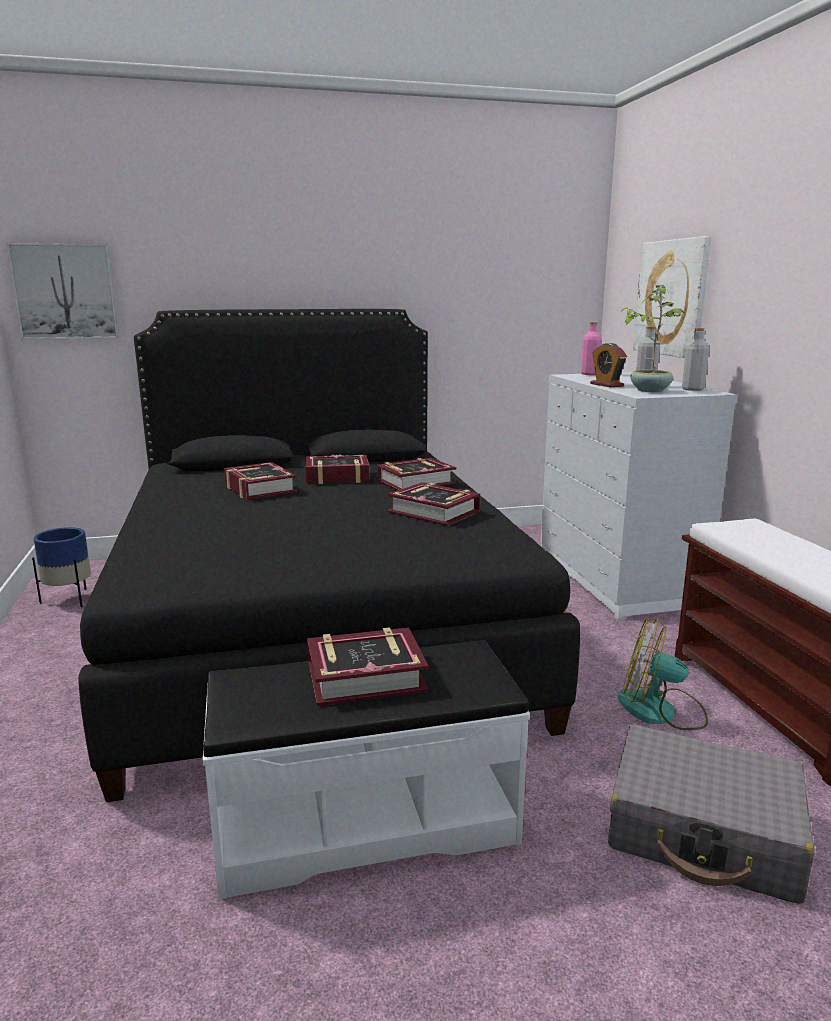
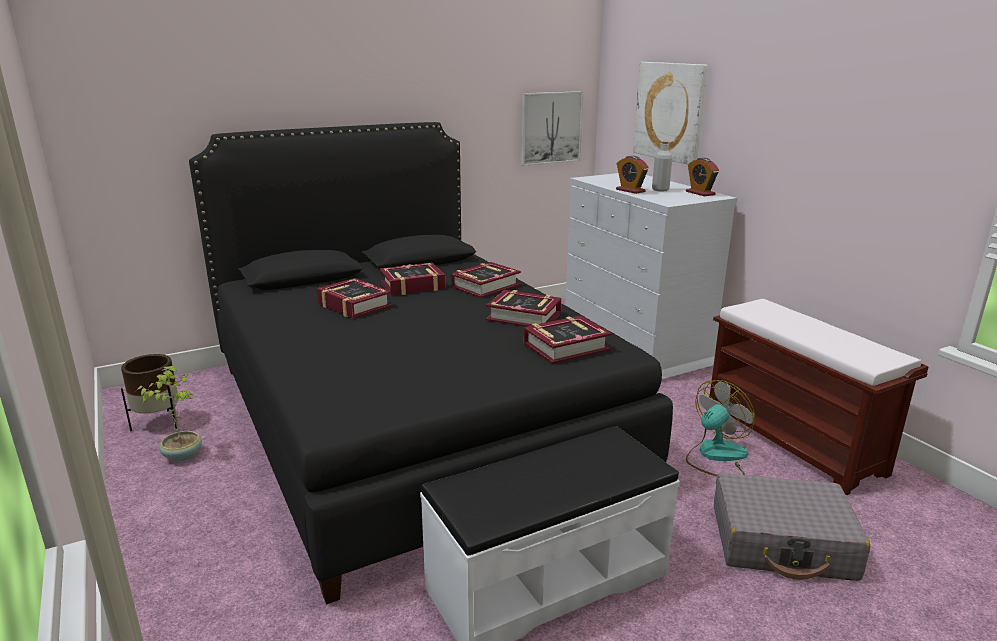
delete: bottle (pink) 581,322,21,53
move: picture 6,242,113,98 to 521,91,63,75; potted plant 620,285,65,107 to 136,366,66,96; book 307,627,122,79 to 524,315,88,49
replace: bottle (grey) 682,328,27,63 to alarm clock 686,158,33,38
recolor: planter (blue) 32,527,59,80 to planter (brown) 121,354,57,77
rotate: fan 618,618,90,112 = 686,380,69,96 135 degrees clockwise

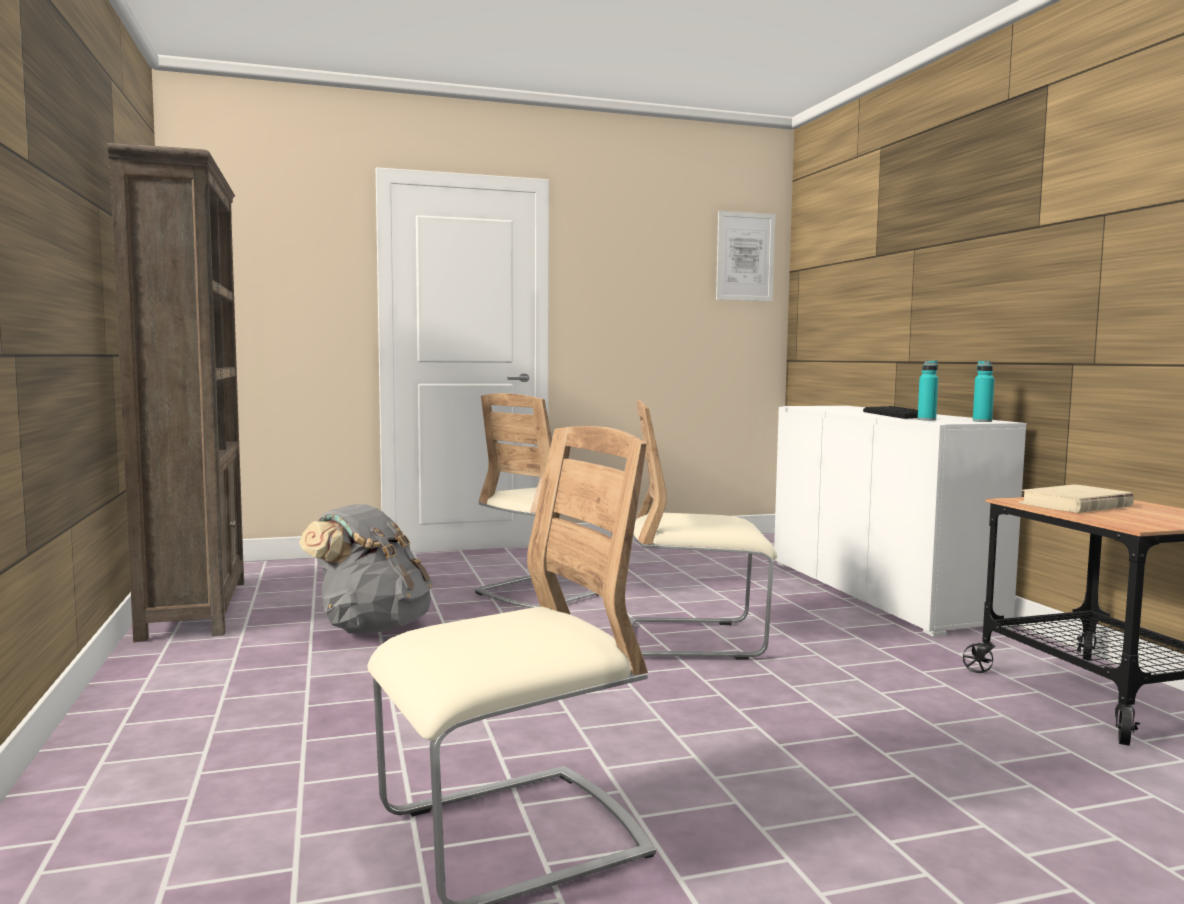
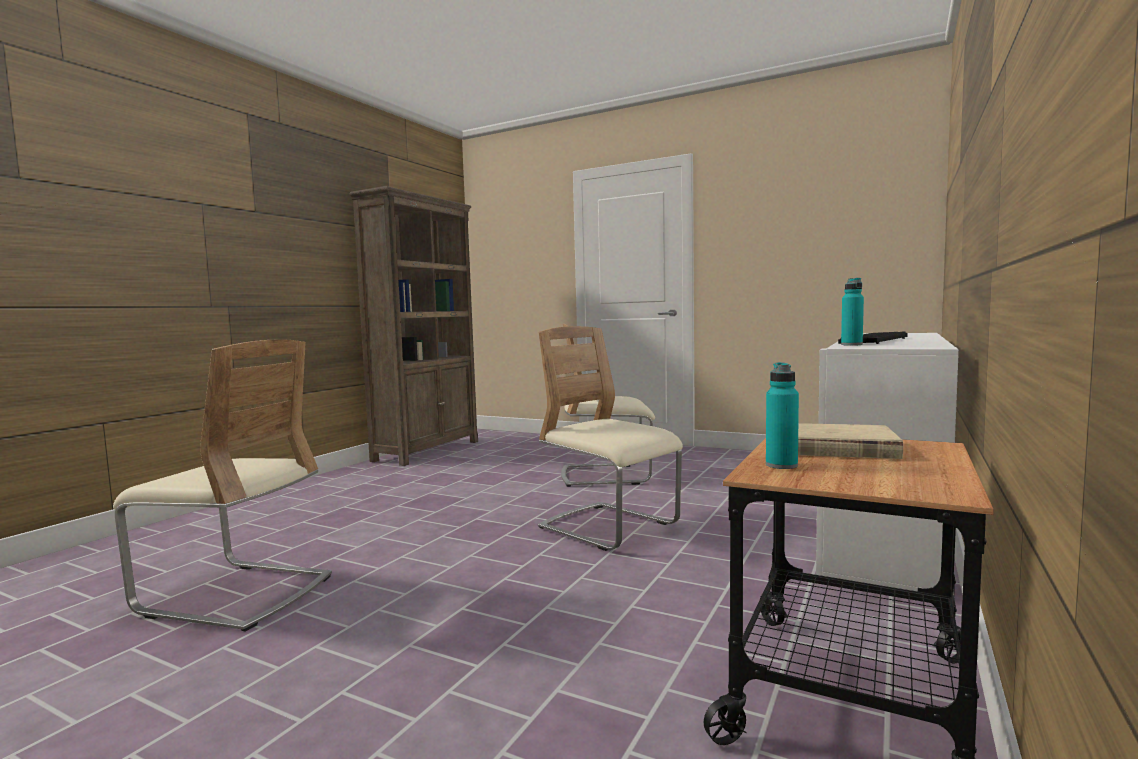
delete: picture 716,211,59,90; backpack (grey) 299,504,134,130
move: bottle (turquoise) 973,361,22,61 to 766,362,33,107

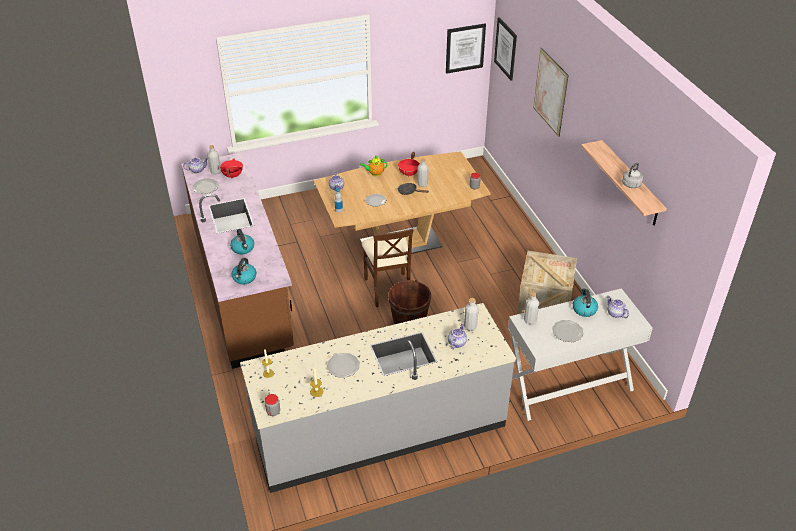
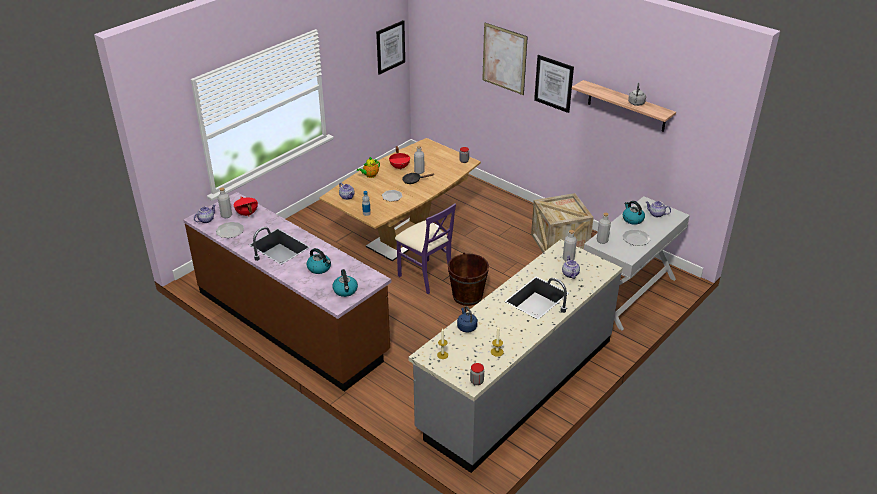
delete: plate 327,353,33,25
insert: kettle (blue) 457,306,20,26
move: picture 494,17,23,63 to 534,55,40,58
recolor: chair (beige) 362,229,51,78 to chair (purple) 395,204,61,90

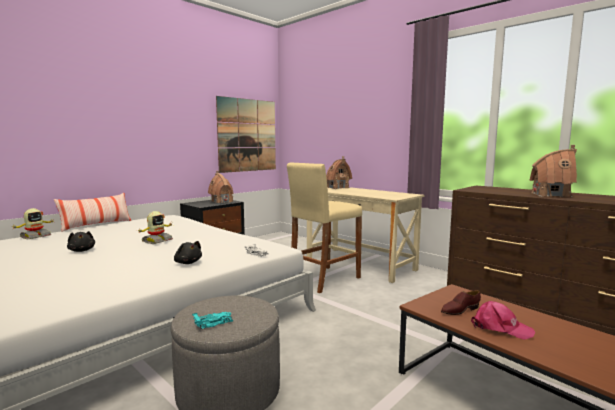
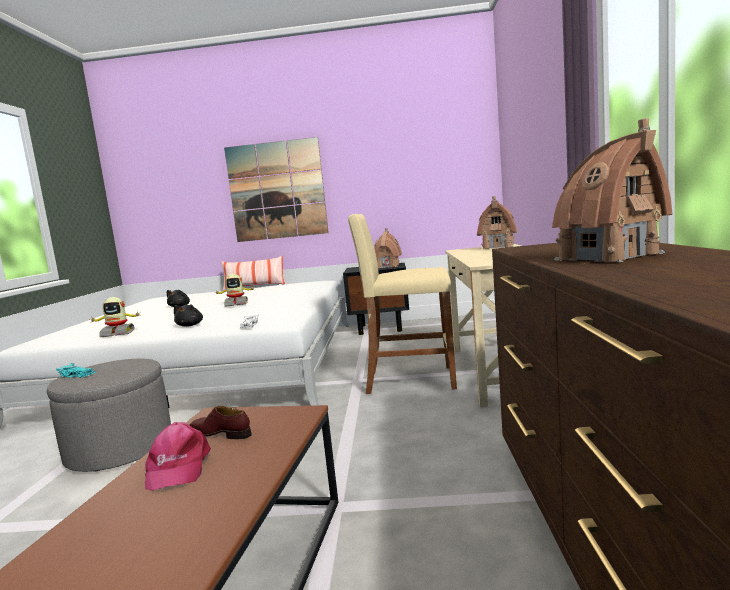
move: picture 216,96,60,77 to 224,137,105,105; toy robot 12,208,41,32 to 90,297,50,40

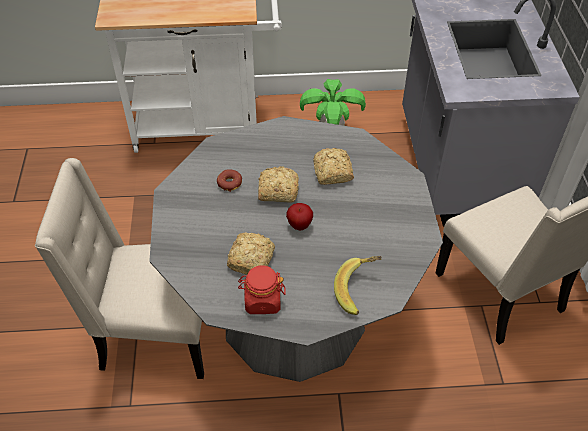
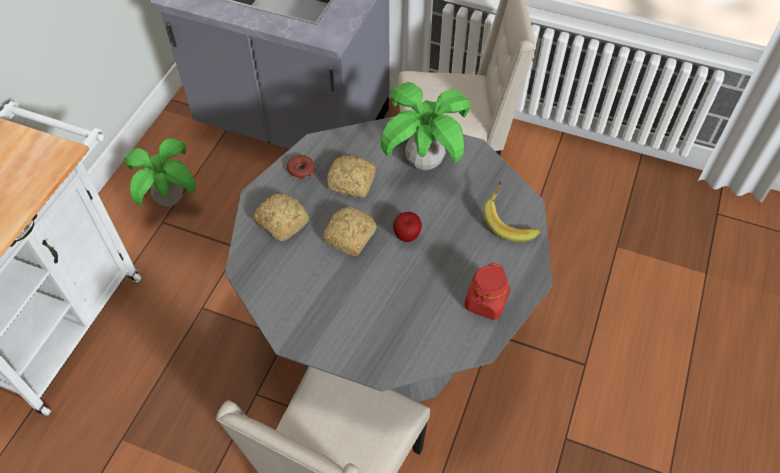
insert: potted plant 381,82,90,88
move: donut 217,169,25,23 to 287,155,28,24; bread 227,232,48,43 to 252,193,57,48

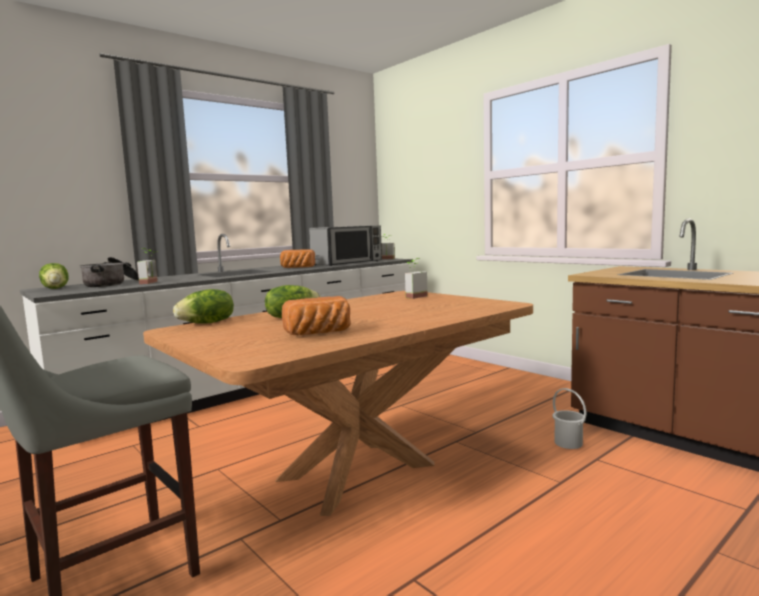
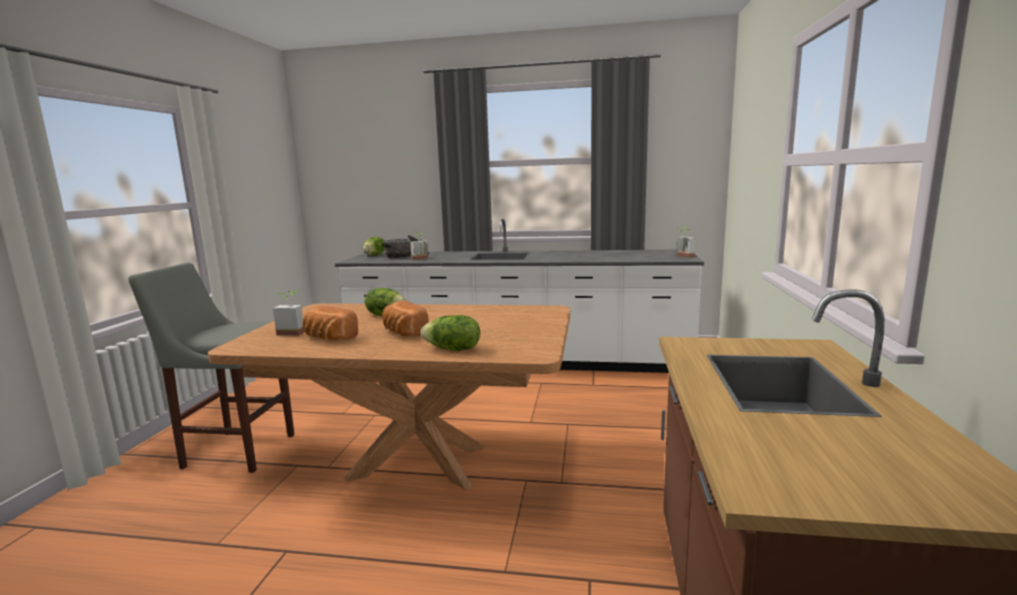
delete: microwave 309,225,73,41; bucket (white) 552,388,35,61
move: bread 280,249,35,19 to 382,301,47,35; potted plant 405,258,23,41 to 273,290,32,46; lettuce 173,289,61,35 to 421,315,59,36

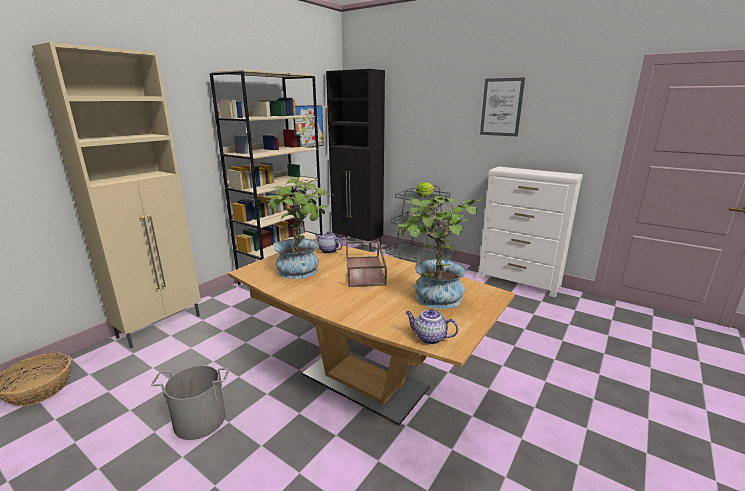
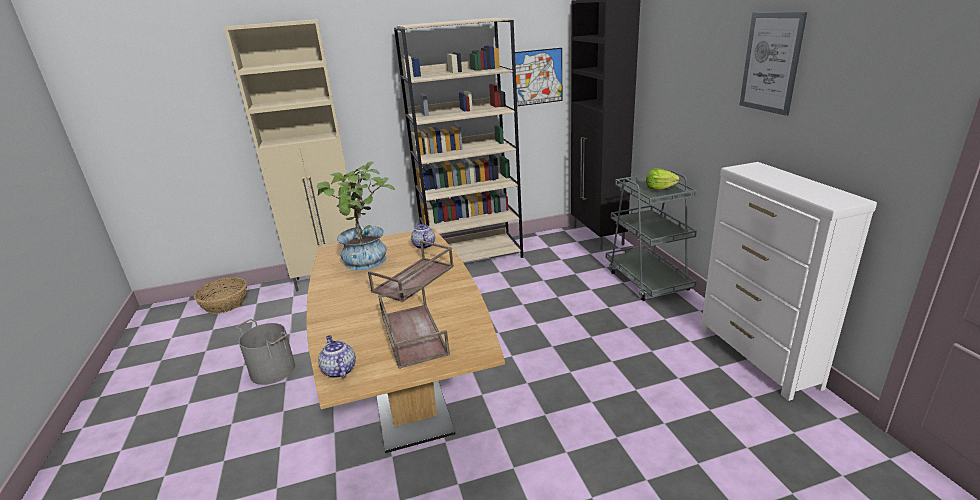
replace: potted plant 398,196,86,113 to tray (brown) 378,285,72,84

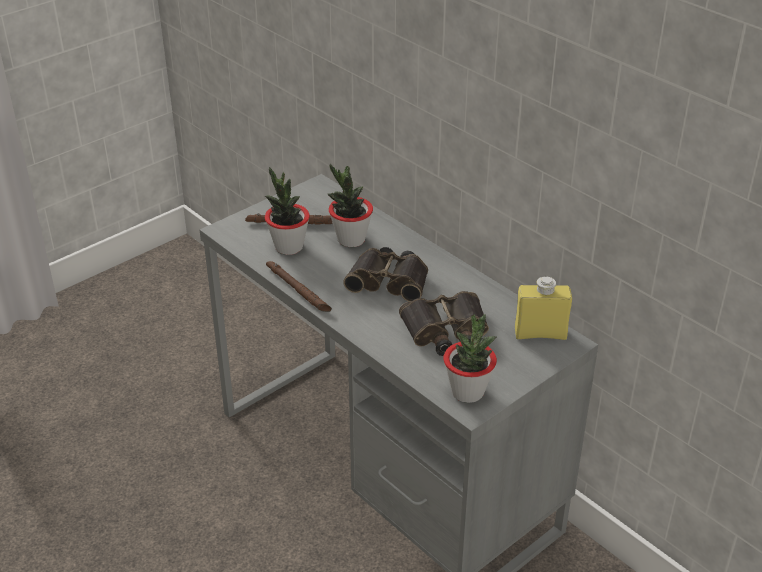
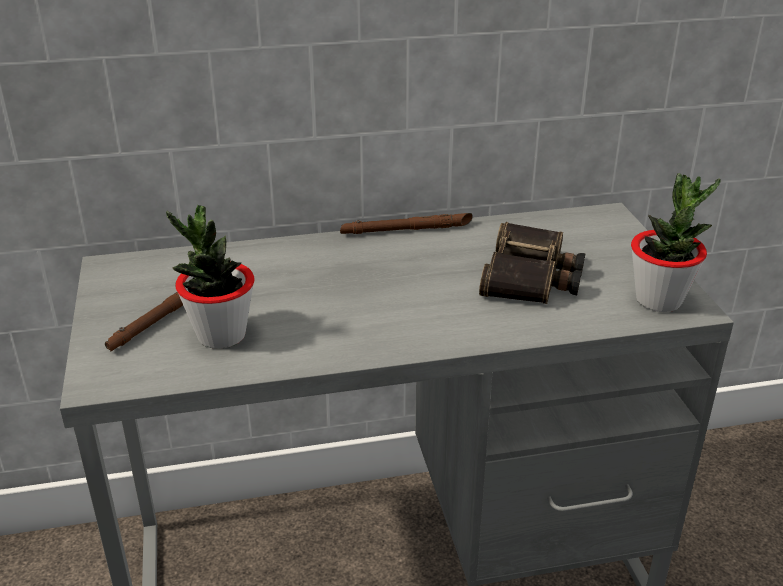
delete: potted plant 328,164,45,83; binoculars 344,247,84,54; bottle (yellow) 515,276,57,64
move: flashlight (brown) 266,261,66,51 to 340,213,133,21

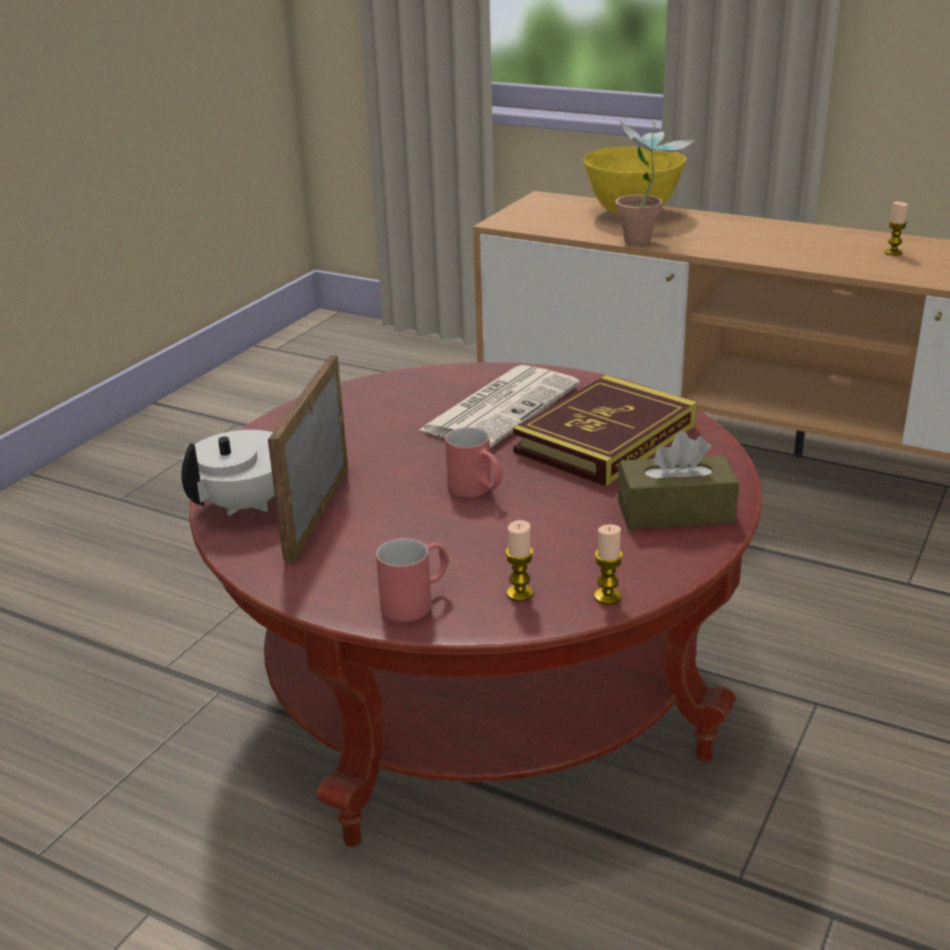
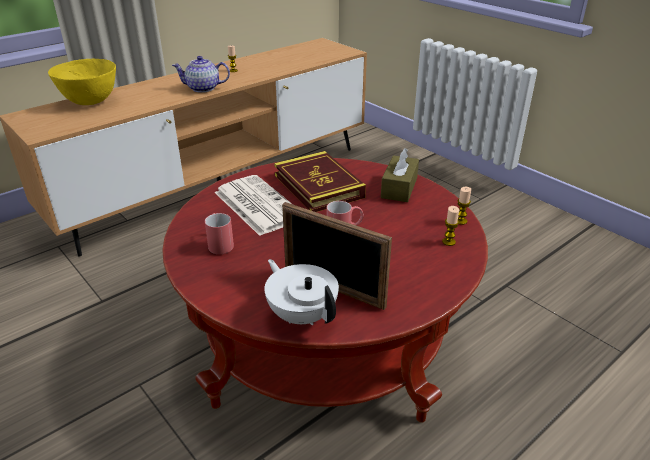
delete: potted plant 615,120,80,125
insert: teapot 172,56,58,37
move: mug (red) 376,538,73,84 to 205,213,29,41

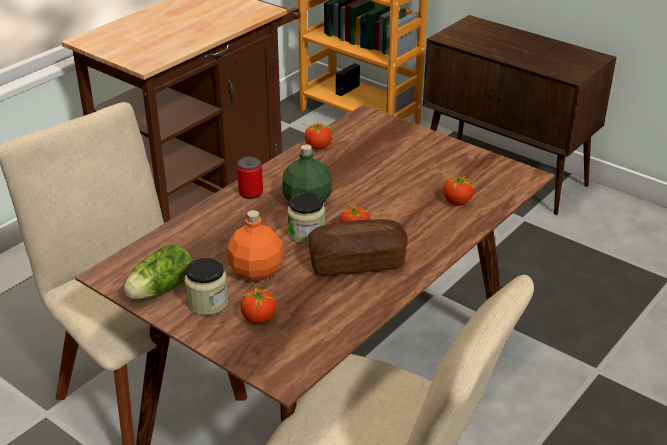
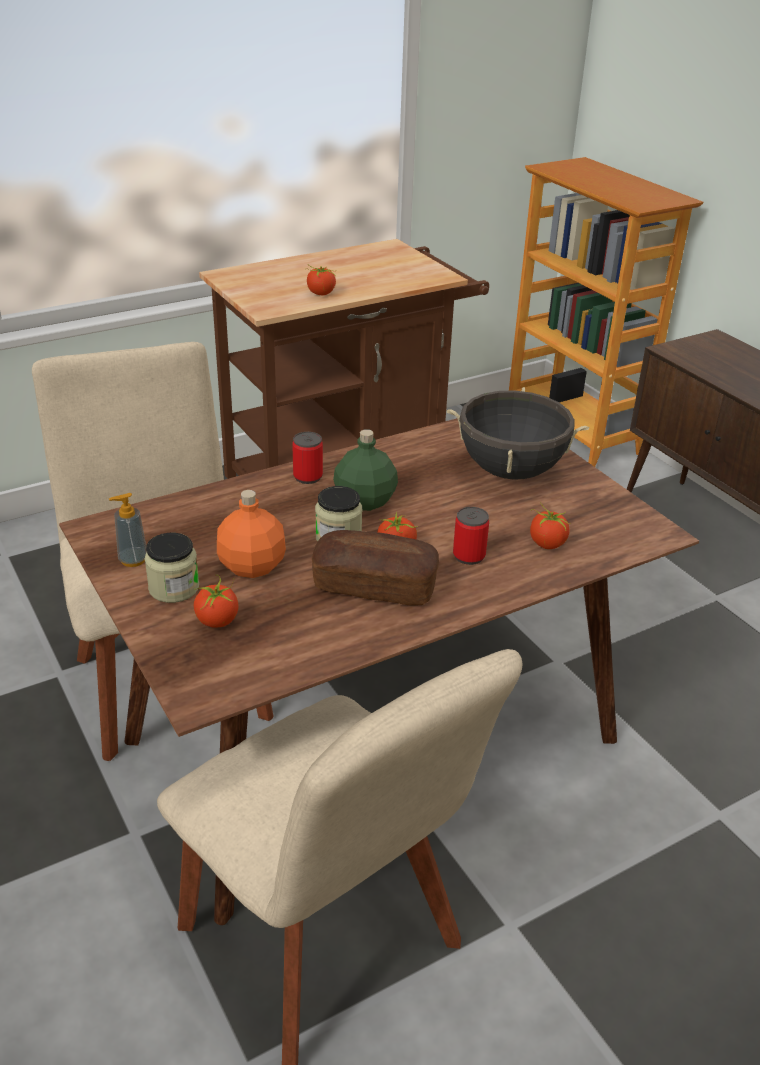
insert: cooking pot (black) 447,387,142,93; can 453,507,36,58
move: tomato 303,122,29,28 to 306,265,30,30
replace: lettuce 124,245,69,54 to soap dispenser 109,493,38,74

